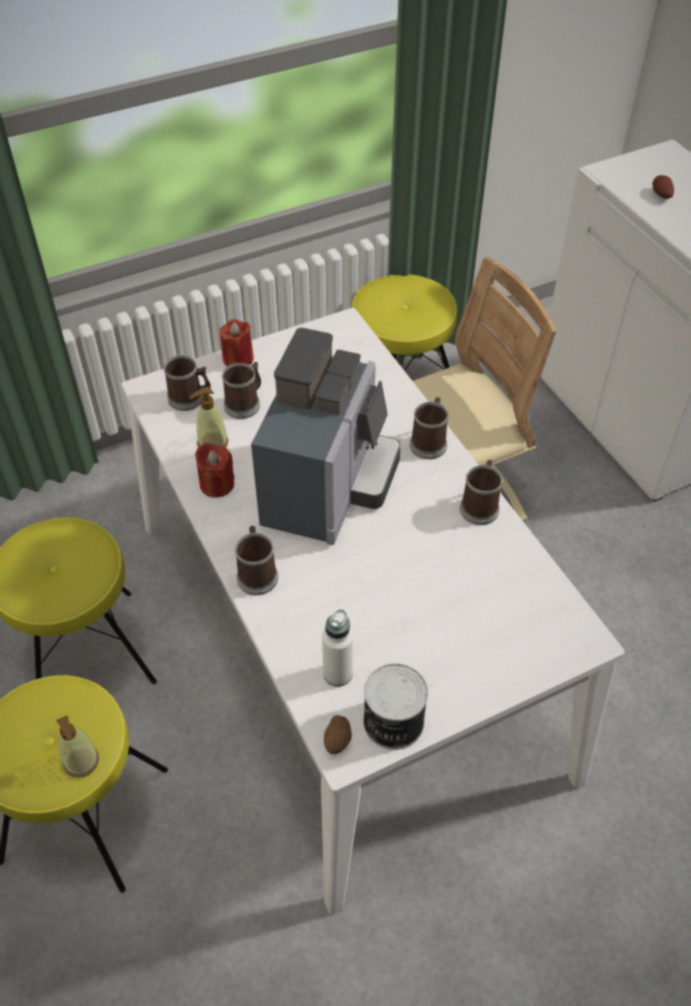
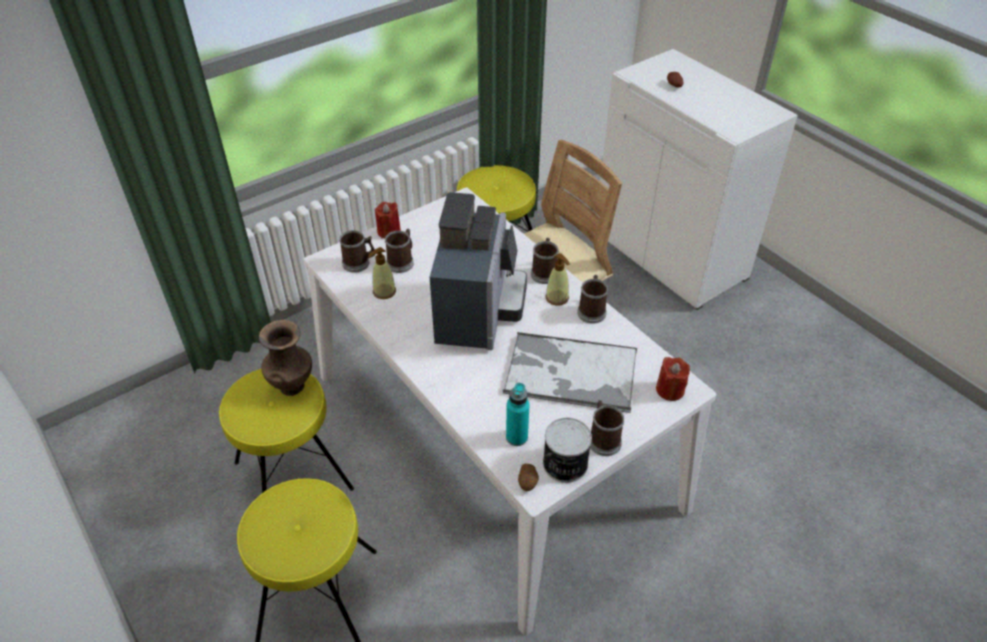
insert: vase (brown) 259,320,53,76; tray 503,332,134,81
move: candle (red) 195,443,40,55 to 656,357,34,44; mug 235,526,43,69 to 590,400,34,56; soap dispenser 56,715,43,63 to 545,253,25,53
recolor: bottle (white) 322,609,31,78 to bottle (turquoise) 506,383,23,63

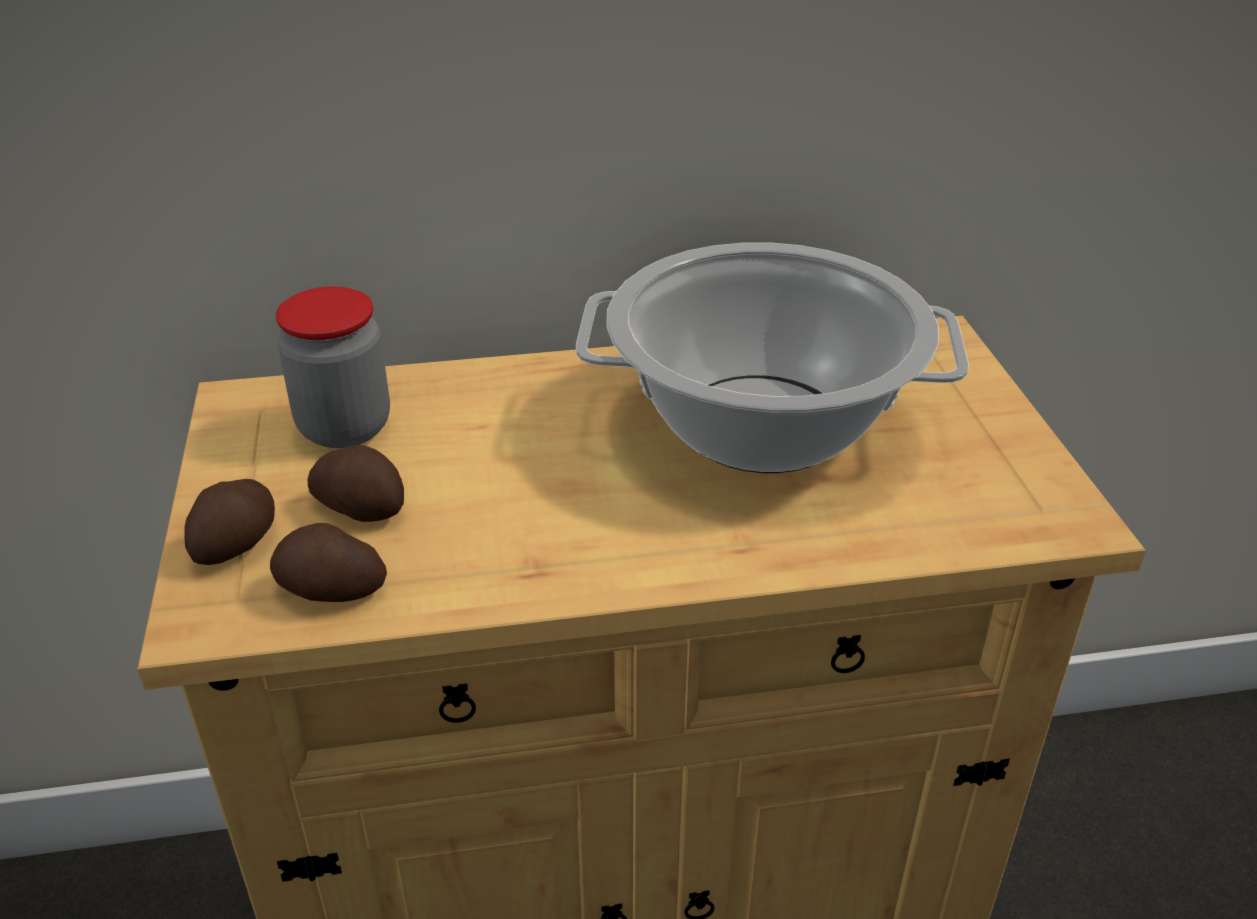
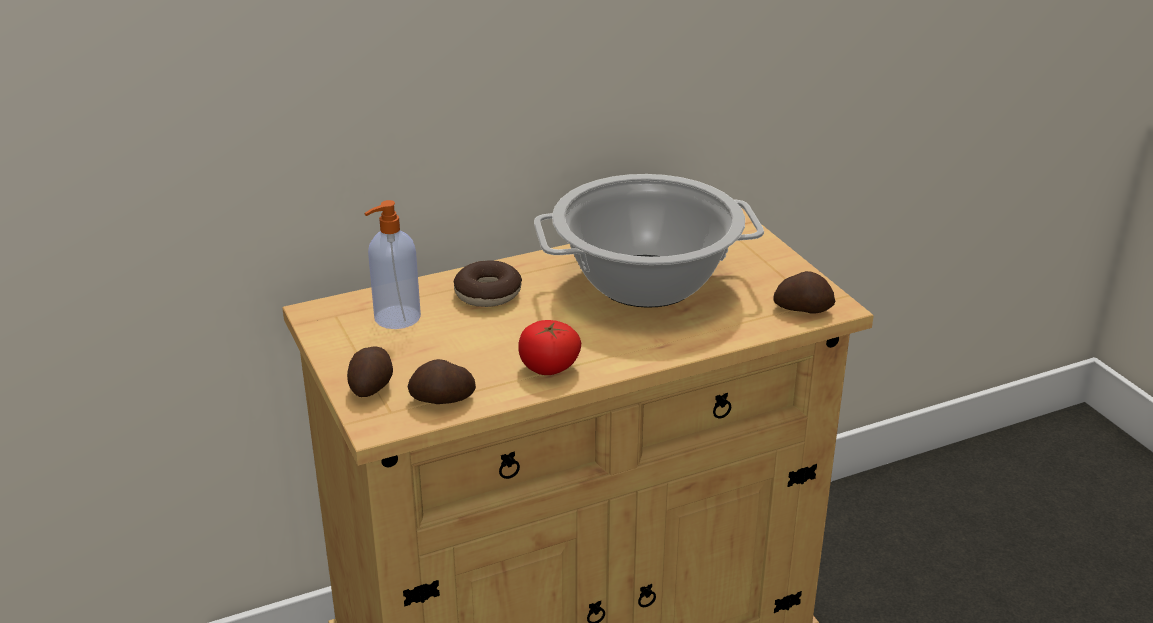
insert: donut 454,261,68,46; tomato 518,320,63,55
move: potato 307,445,97,77 to 773,271,62,43
replace: jar 276,286,114,162 to soap dispenser 365,200,56,129

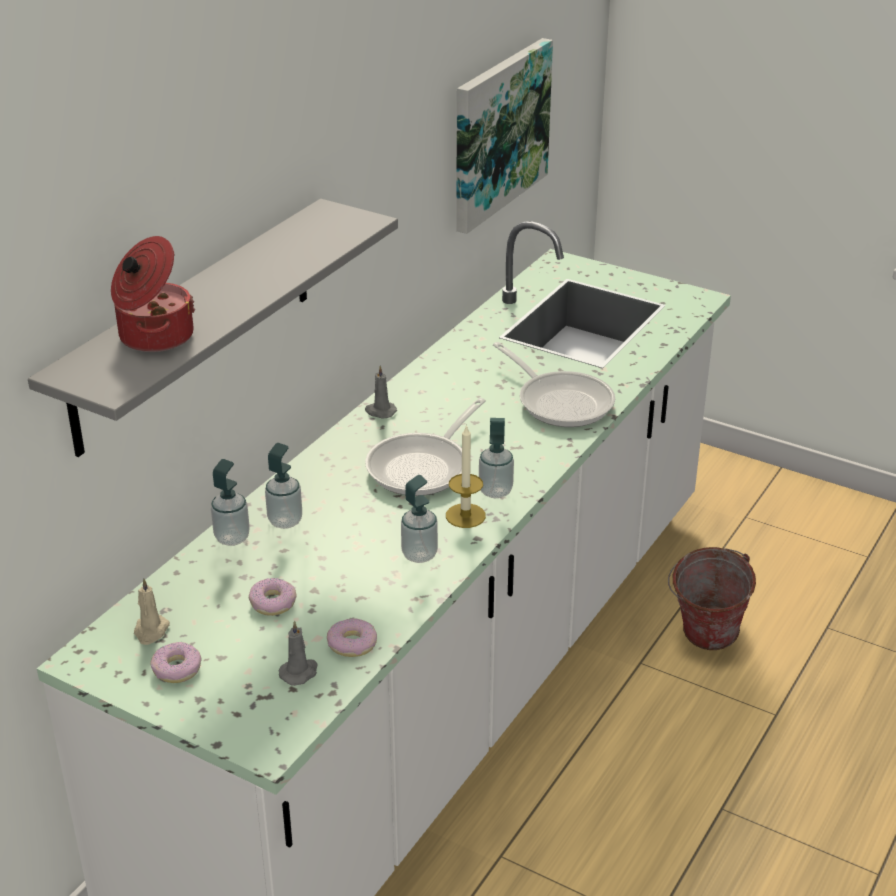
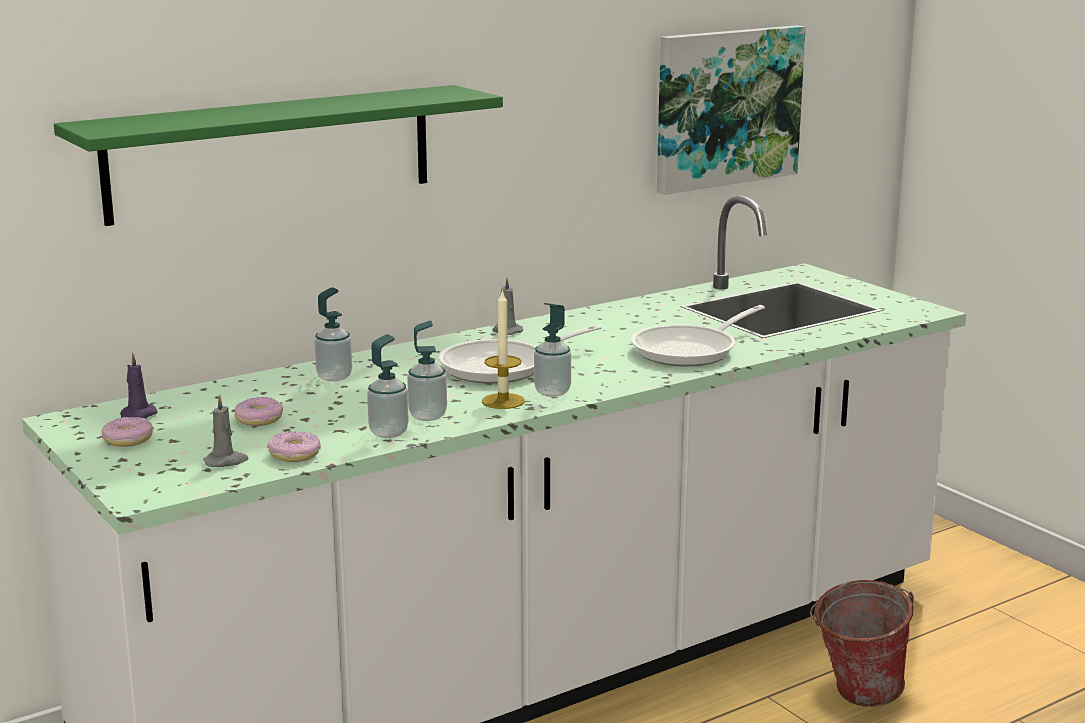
delete: cooking pot 111,236,84,116
move: soap dispenser 211,459,39,87 to 367,334,42,104
recolor: shelf (grey) 28,199,370,258 to shelf (green) 54,85,449,141; candle (beige) 134,578,36,67 to candle (purple) 120,353,38,65
rotate: frying pan 493,342,122,85 = 631,305,134,61 60 degrees clockwise

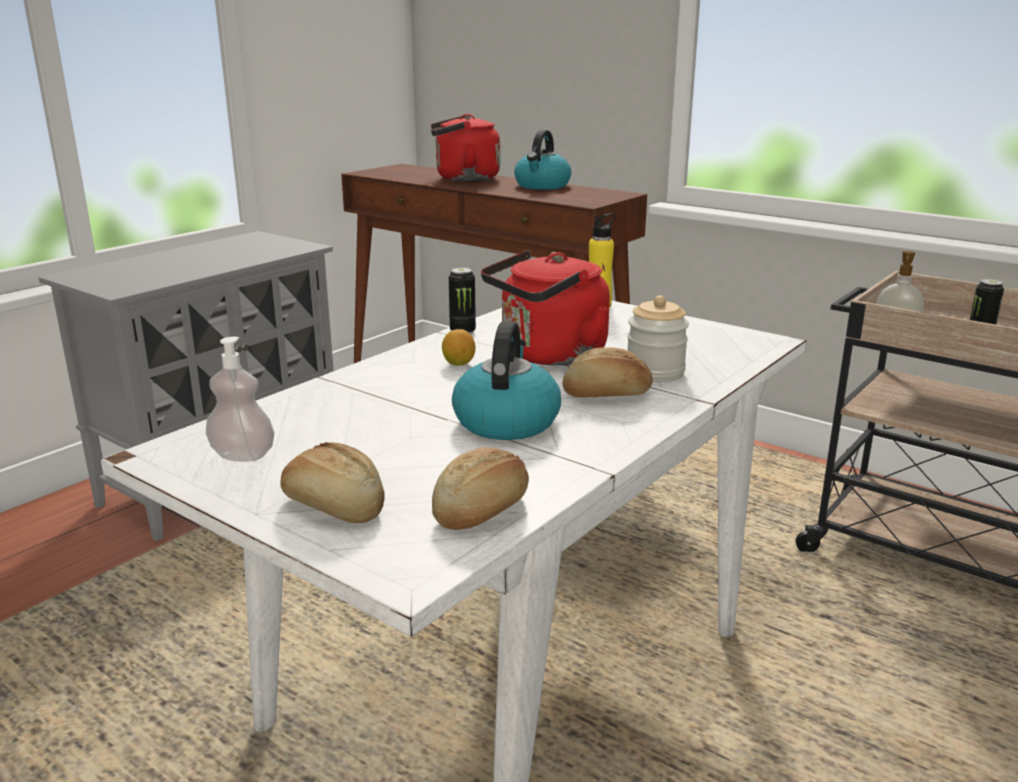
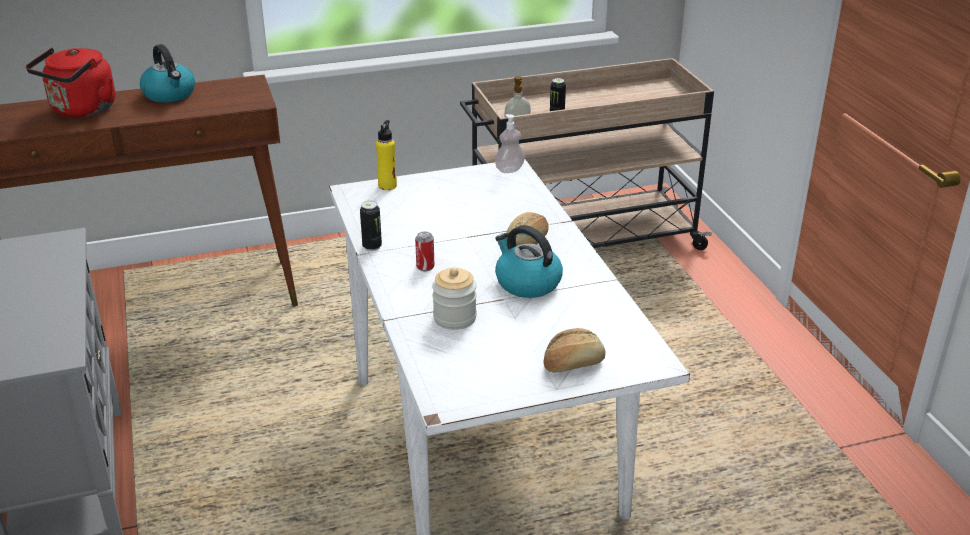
delete: kettle (red) 481,250,129,116; bread 432,447,97,83
move: jar 627,295,62,87 to 432,267,45,63; soap dispenser 206,337,68,125 to 495,114,30,59
replace: lemon 442,329,33,37 to can 415,231,19,40

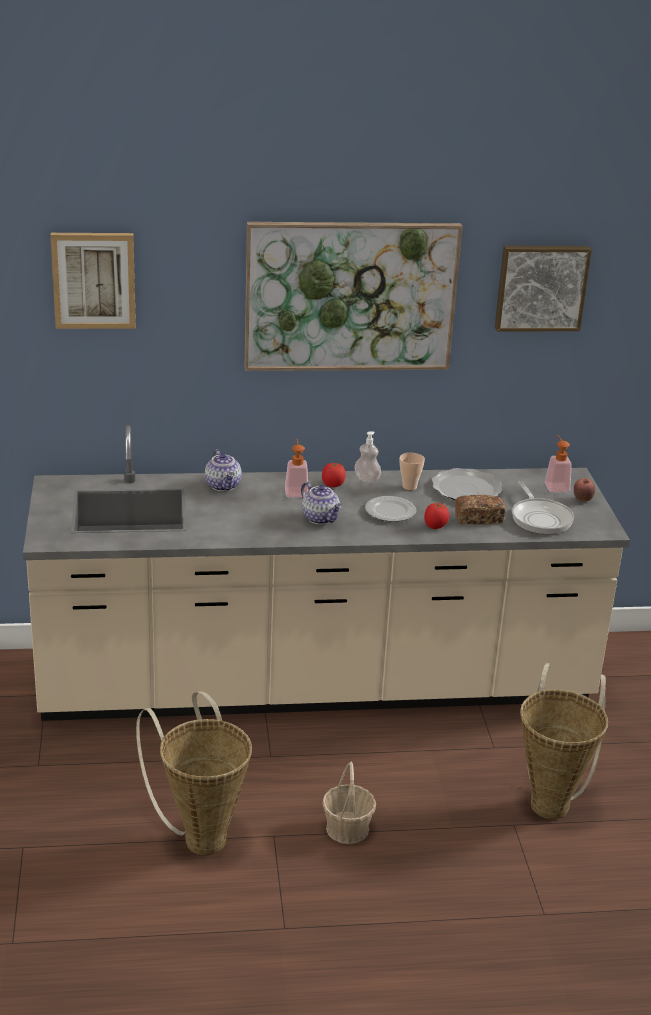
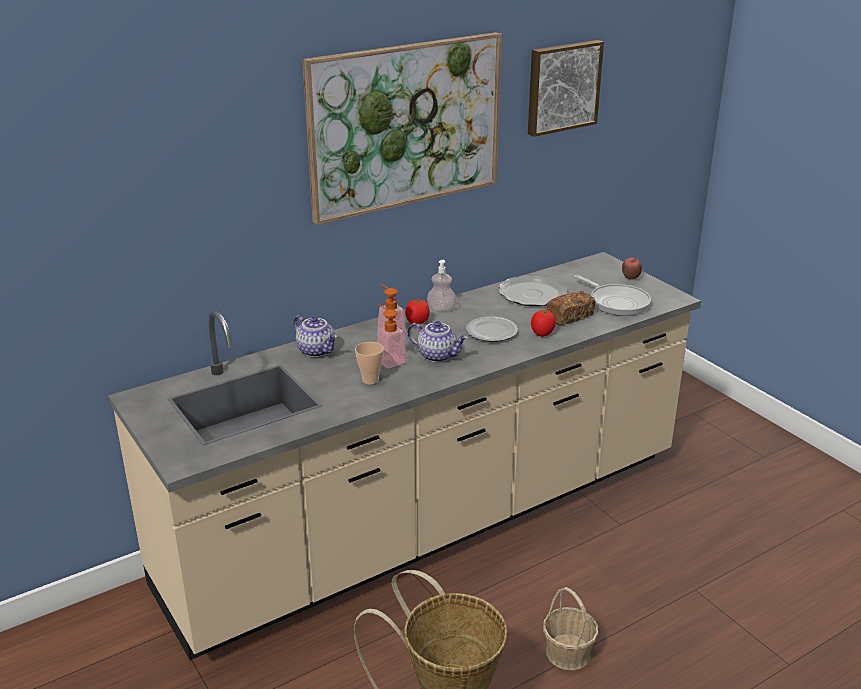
delete: picture 51,233,85,96; basket 520,663,88,156
move: soap dispenser 545,435,27,58 to 377,304,30,64; cup 400,453,25,37 to 355,342,29,43

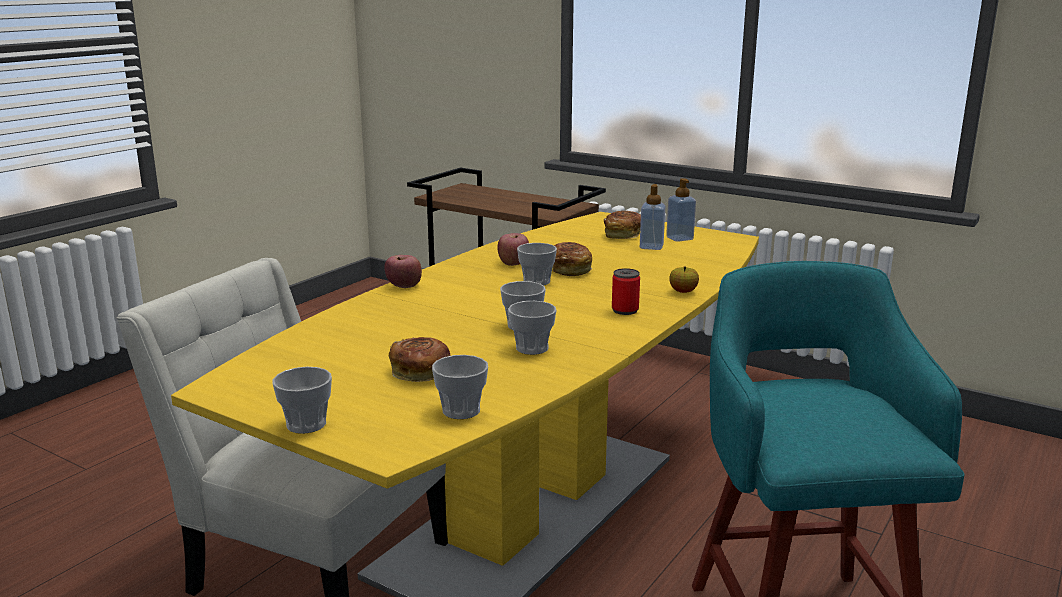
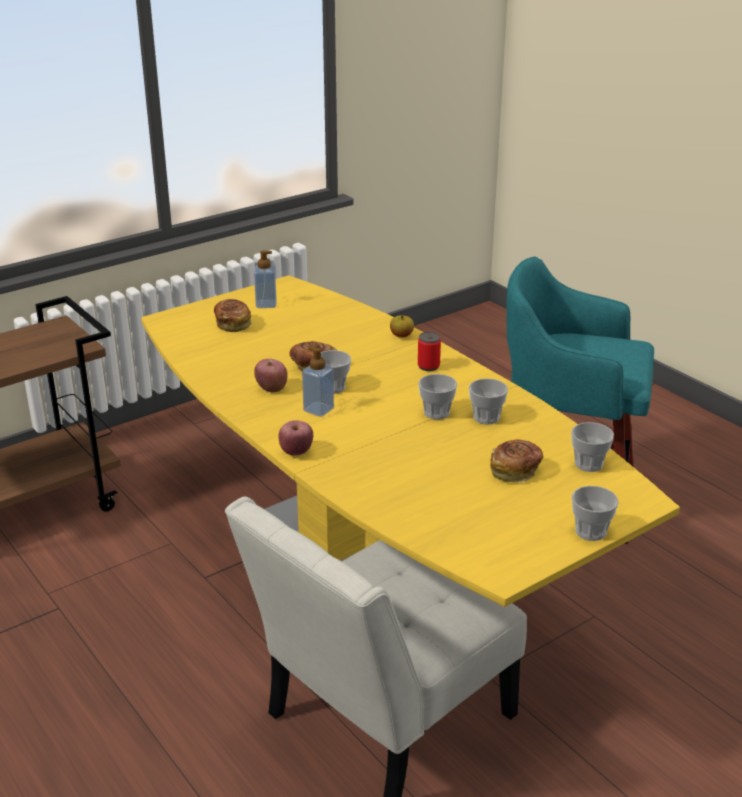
move: soap dispenser 640,184,25,66 to 302,347,32,70

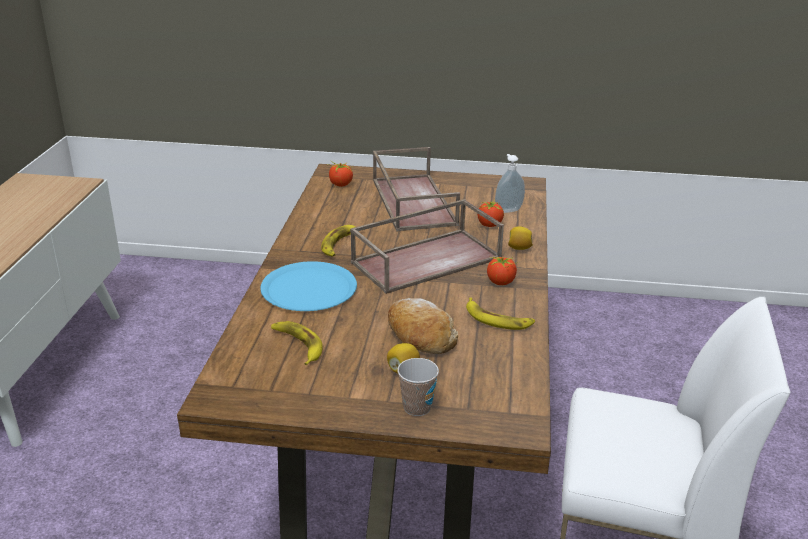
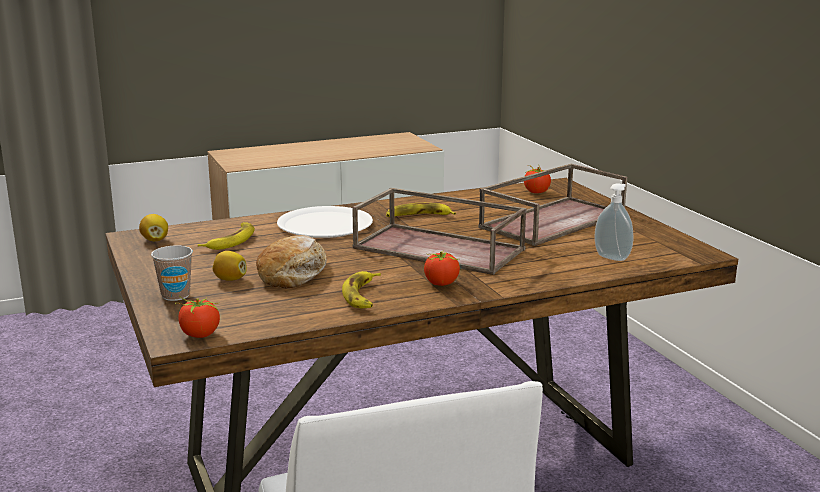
move: tomato 477,200,27,27 to 175,296,45,42; lemon 508,226,25,24 to 139,214,29,27
recolor: plate (blue) 260,261,97,50 to plate (white) 277,206,96,32

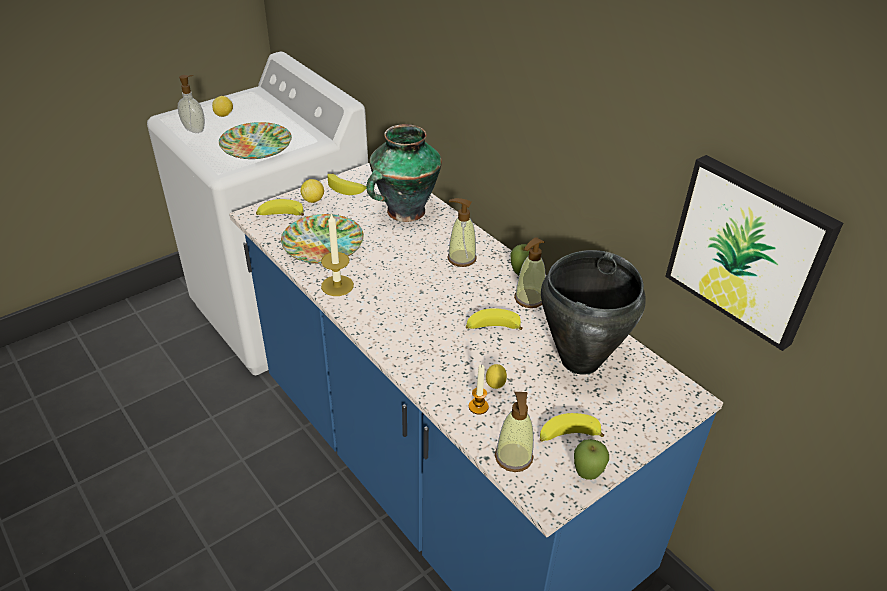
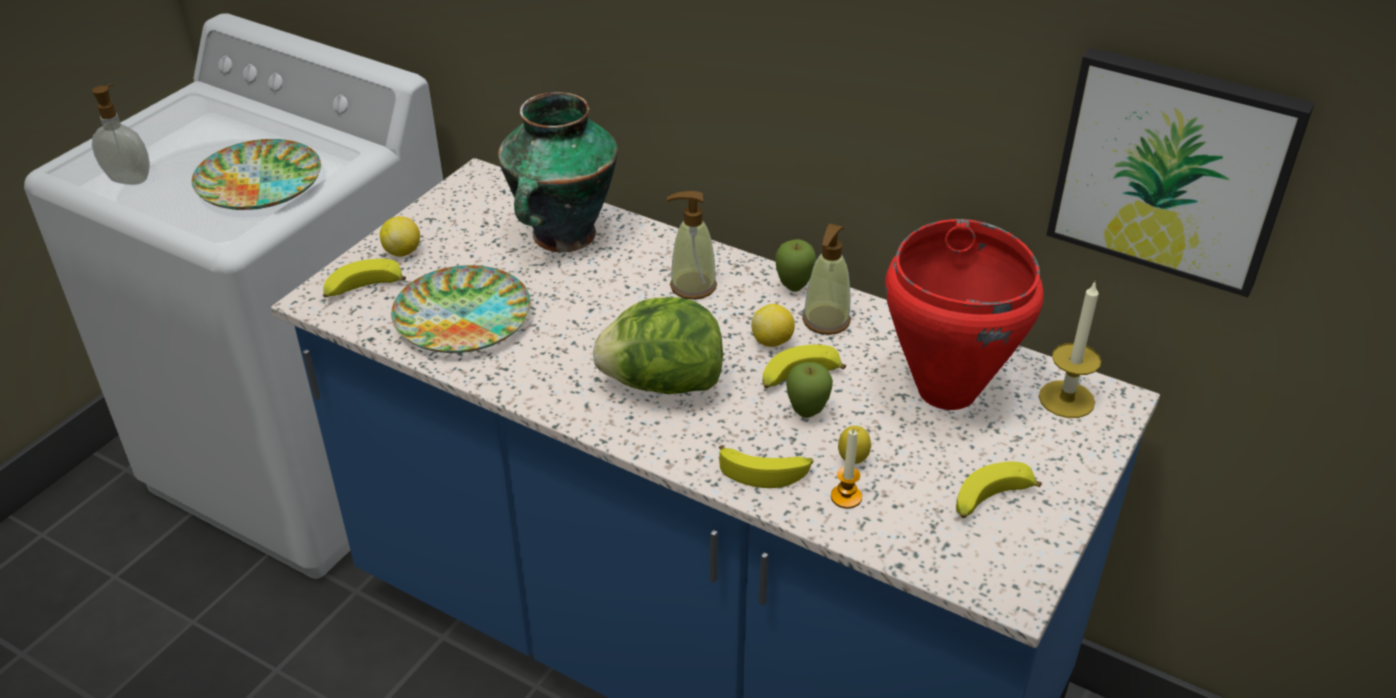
delete: soap dispenser 495,392,39,80
insert: lettuce 593,297,130,97
move: lemon 212,96,21,21 to 751,304,44,43; banana 327,173,40,22 to 719,445,94,43; candle 321,213,33,83 to 1039,282,62,136; apple 574,439,35,41 to 786,362,47,56
recolor: cooking pot (black) 541,250,105,125 to cooking pot (red) 885,219,159,191

